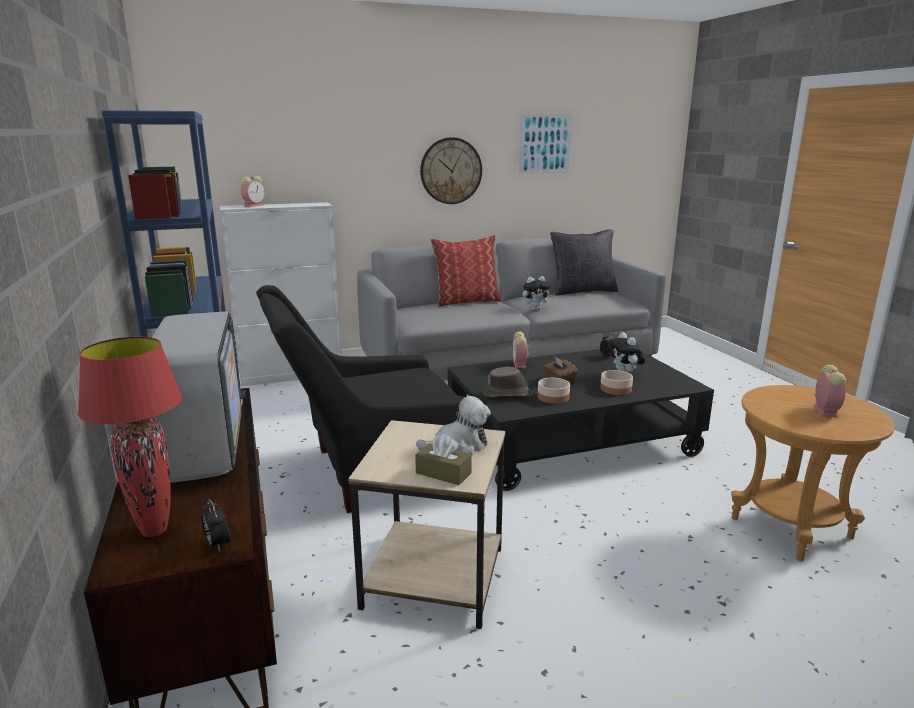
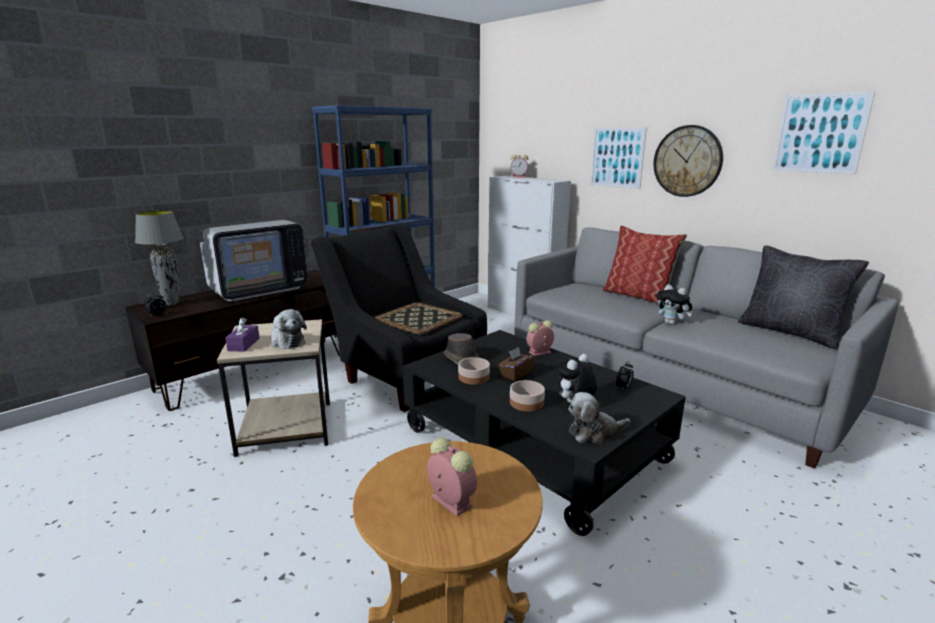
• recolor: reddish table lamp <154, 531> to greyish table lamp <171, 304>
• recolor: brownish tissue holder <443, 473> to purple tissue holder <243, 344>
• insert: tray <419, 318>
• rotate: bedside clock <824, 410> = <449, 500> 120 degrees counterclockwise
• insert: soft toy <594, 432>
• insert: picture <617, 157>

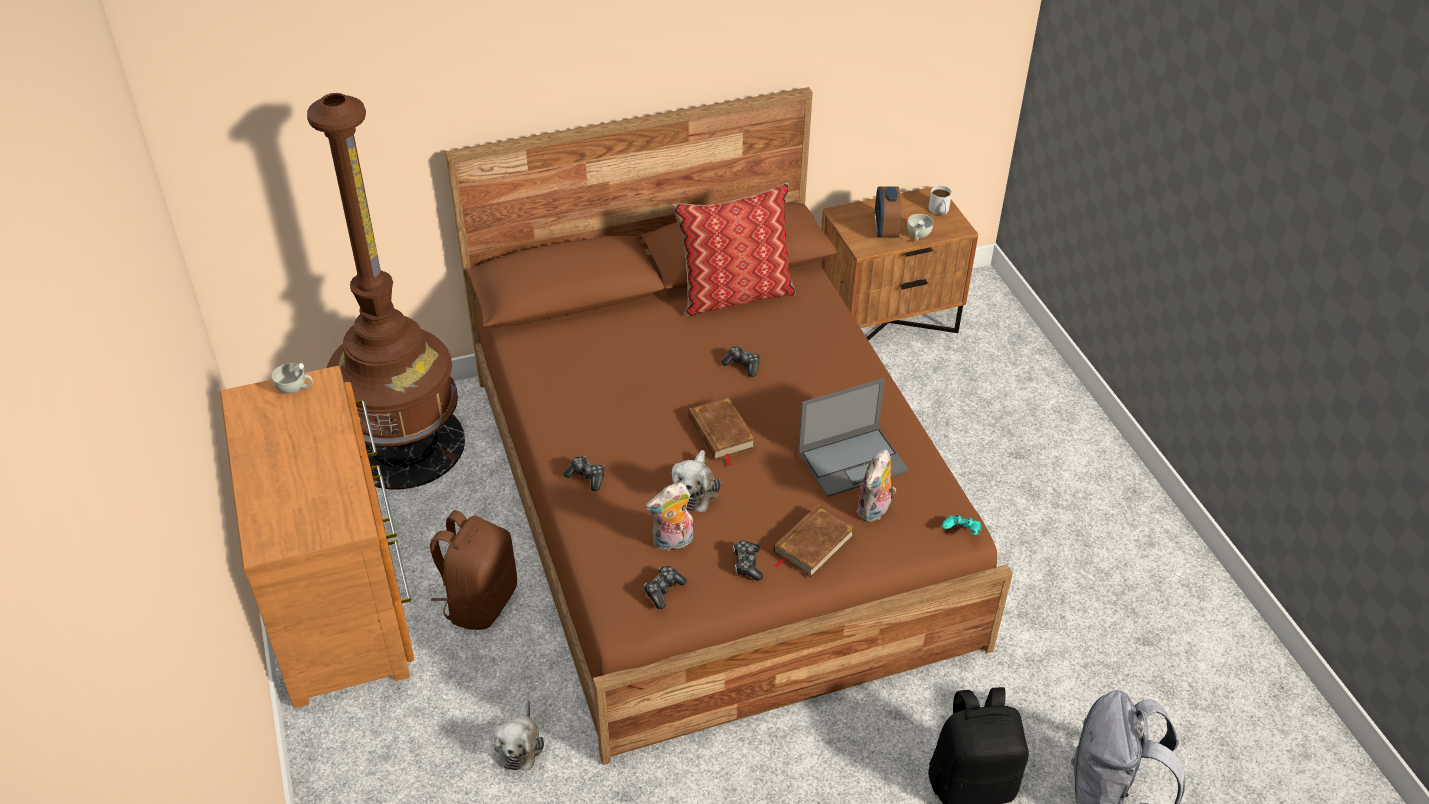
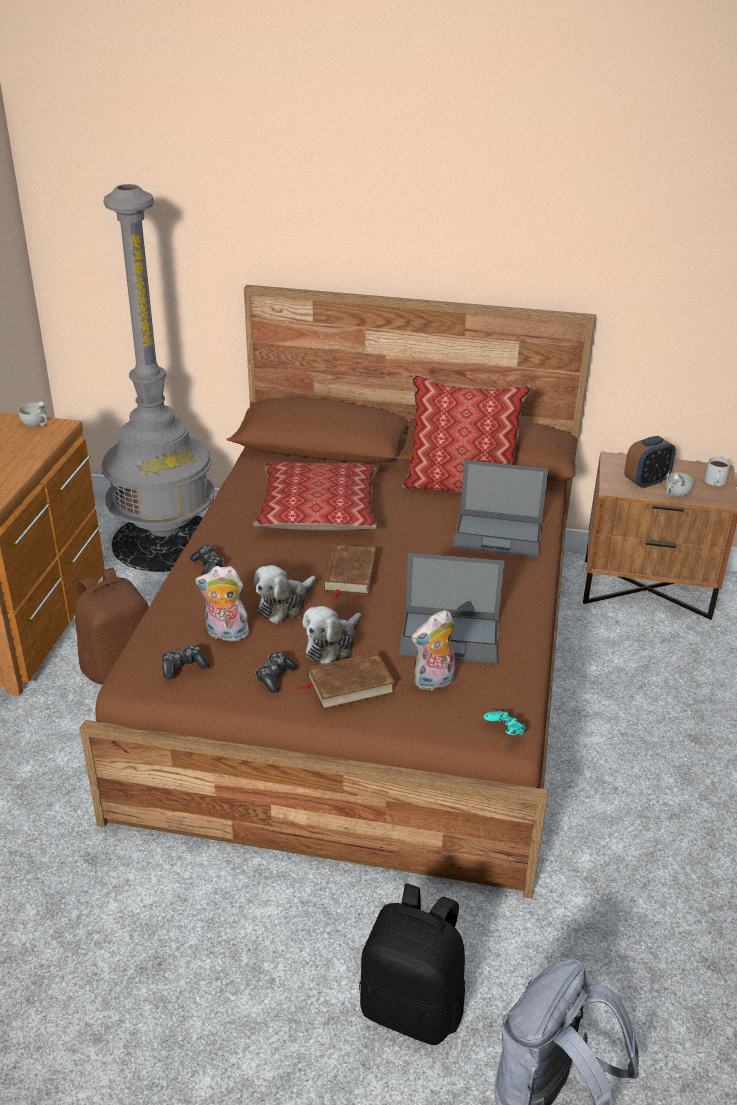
• recolor: brownish standing lamp <404, 445> to greyish standing lamp <165, 541>
• insert: throw pillow <318, 509>
• move: soft toy <519, 744> to <332, 645>
• insert: portable computer <499, 535>
• rotate: bedside clock <885, 230> = <646, 482> 150 degrees counterclockwise
• delete: joypad <742, 365>

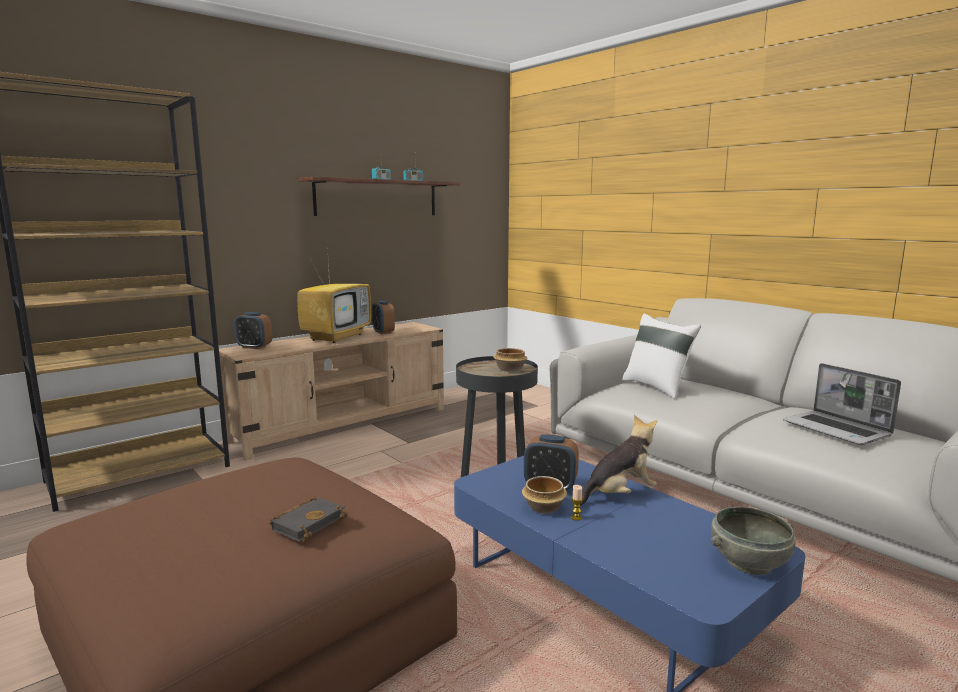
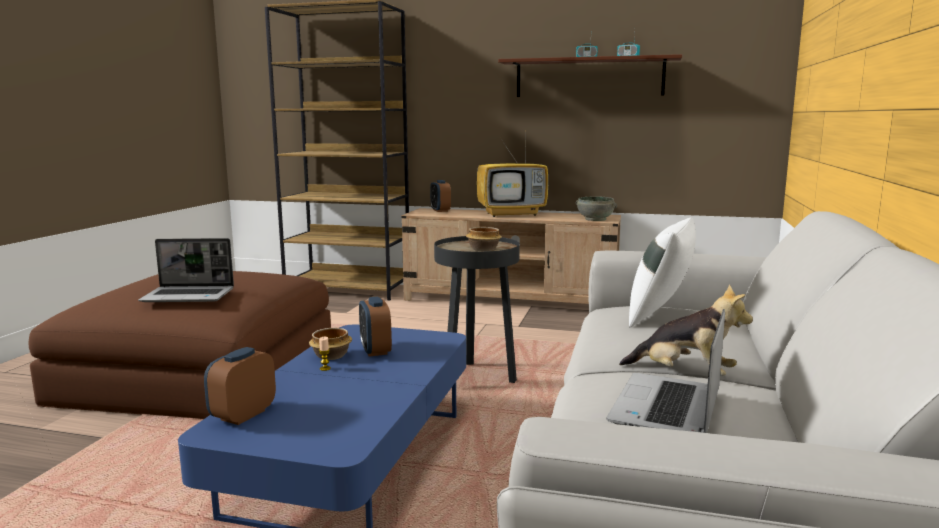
• replace: black-coloured volume <308, 522> to portable computer <189, 296>
• move: bedside clock <383, 332> to <243, 415>
• move: greyish deep dish <748, 562> to <595, 219>
• move: soft toy <619, 495> to <684, 375>

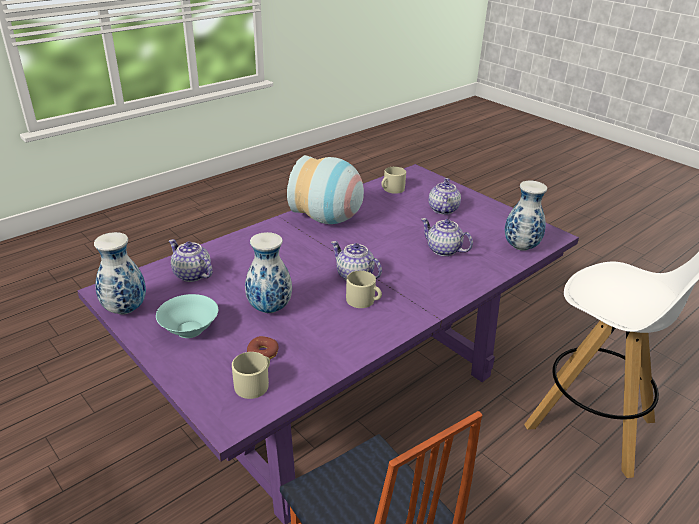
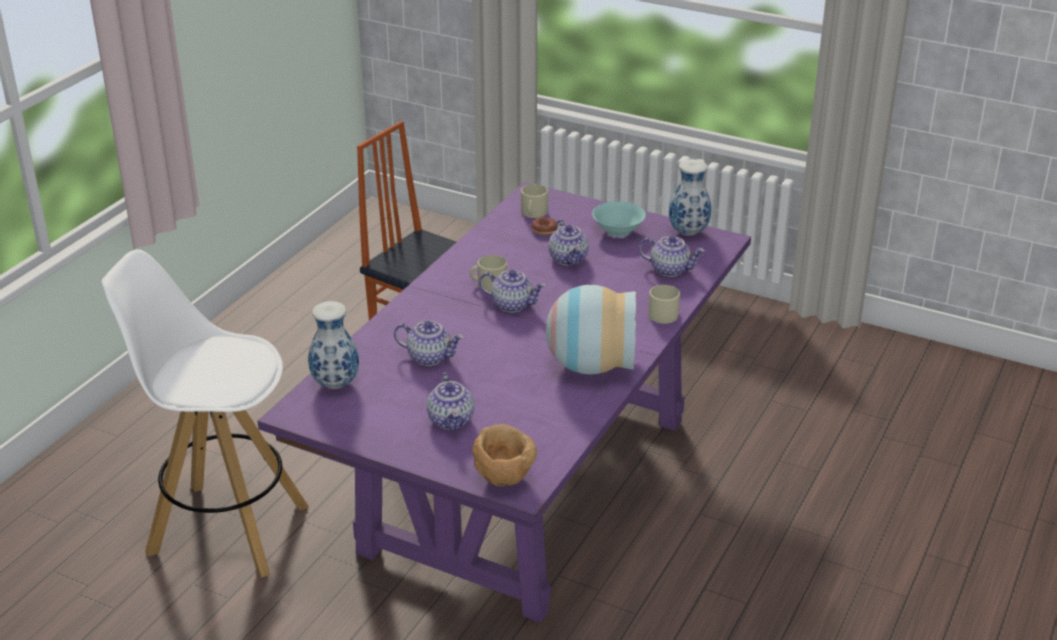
• insert: brownish deep dish <504, 478>
• replace: flower vase <269, 309> to pot for tea <569, 259>
• move: beige-coloured mug <391, 189> to <665, 313>

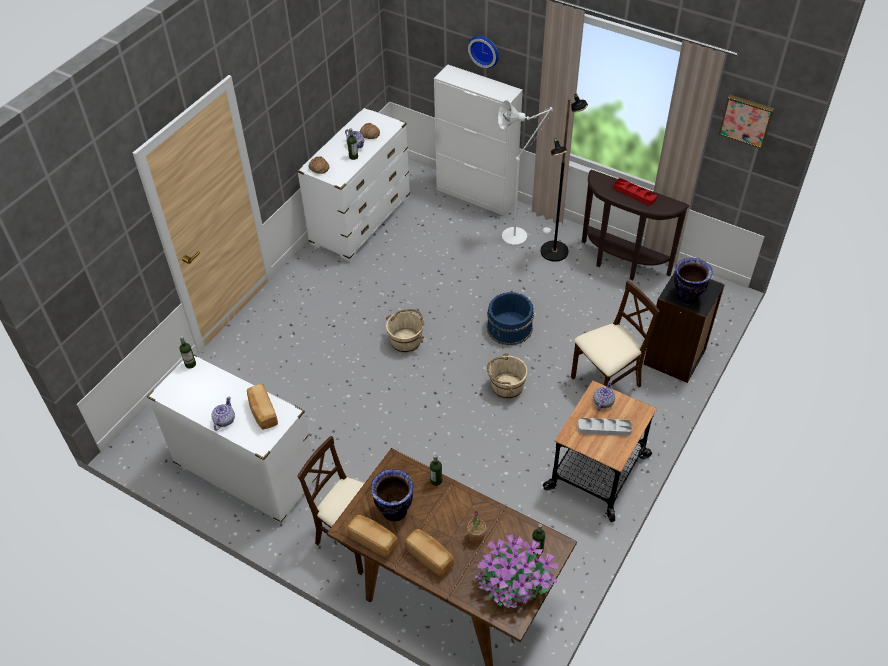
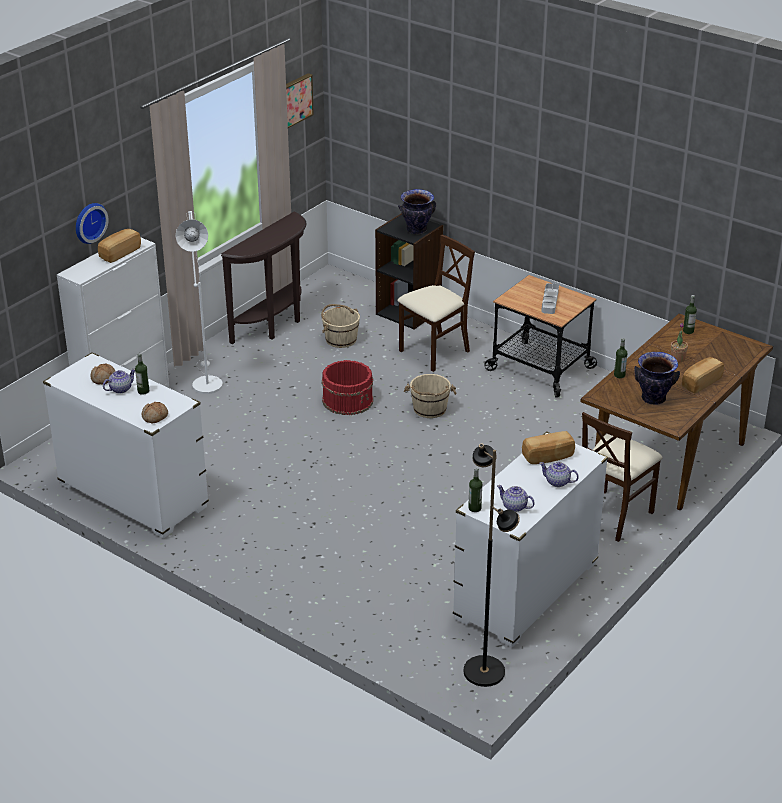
• move: bakery bread <373, 540> to <119, 253>
• move: beige-coloured water bucket <406, 341> to <340, 339>
• recolor: blue-coloured water bucket <510, 328> to reddish water bucket <348, 400>
• rotate: beige-coloured upright chair <606, 383> = <434, 352> 75 degrees clockwise
• move: black-coloured standing lamp <555, 252> to <484, 671>
• move: pot for tea <603, 402> to <514, 507>
• delete: potted plant <514, 583>
• delete: reddish tray <634, 193>

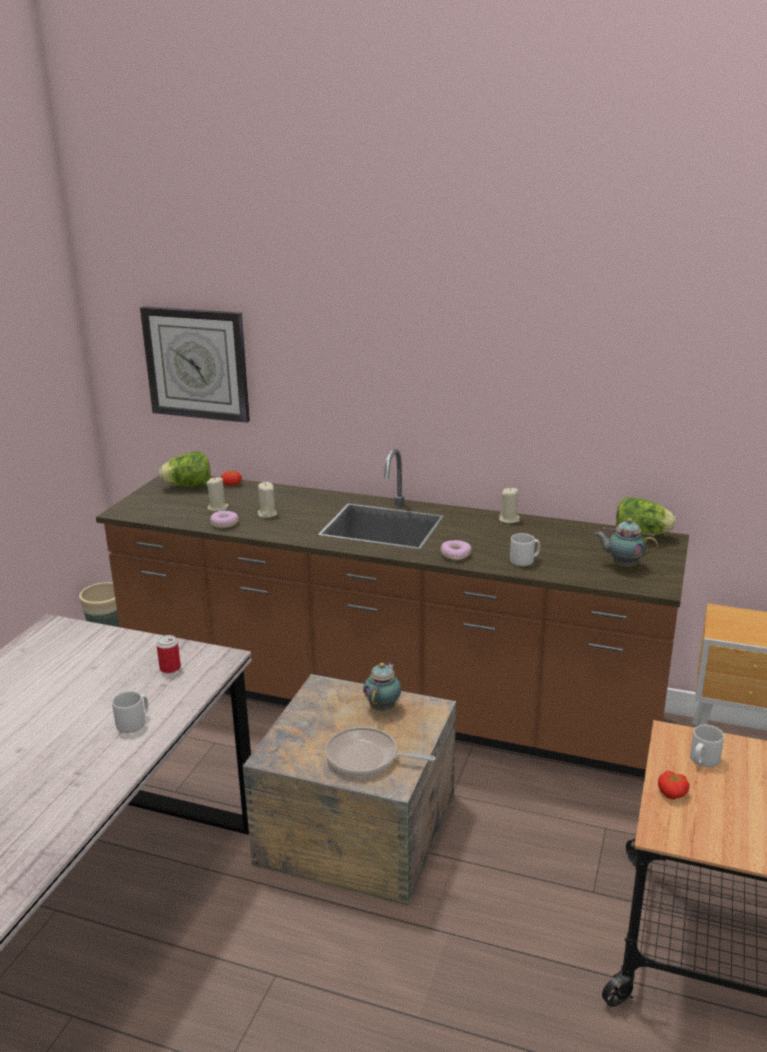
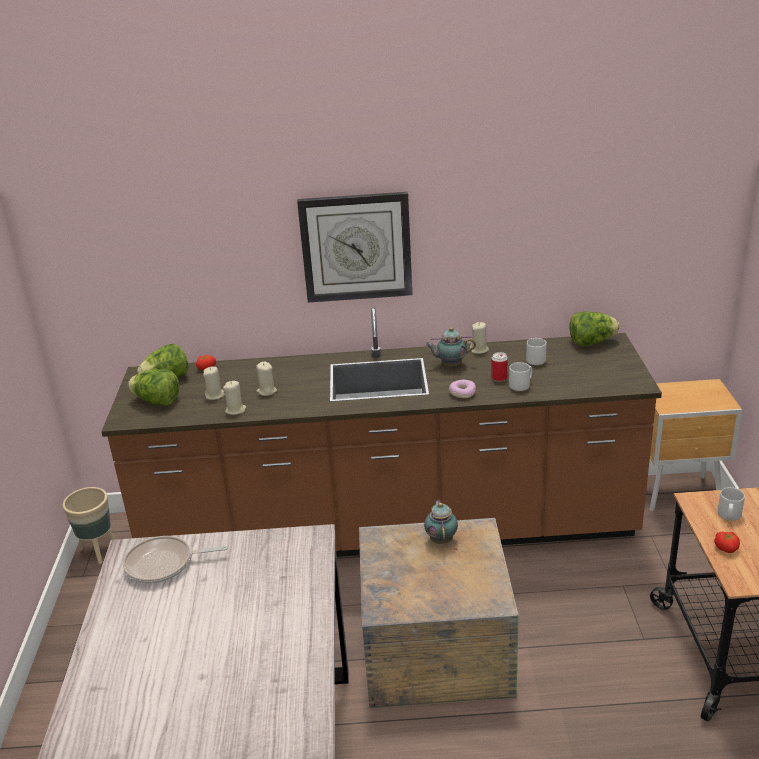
• move: pan <366, 758> to <163, 564>
• insert: lettuce head <157, 402>
• replace: ring doughnut <224, 524> to beige-coloured wax candle <235, 410>
• move: clock on the wall <197, 363> to <356, 247>
• move: pot for tea <622, 565> to <450, 365>
• move: can <170, 668> to <499, 378>
• move: greyish mug <134, 723> to <536, 359>

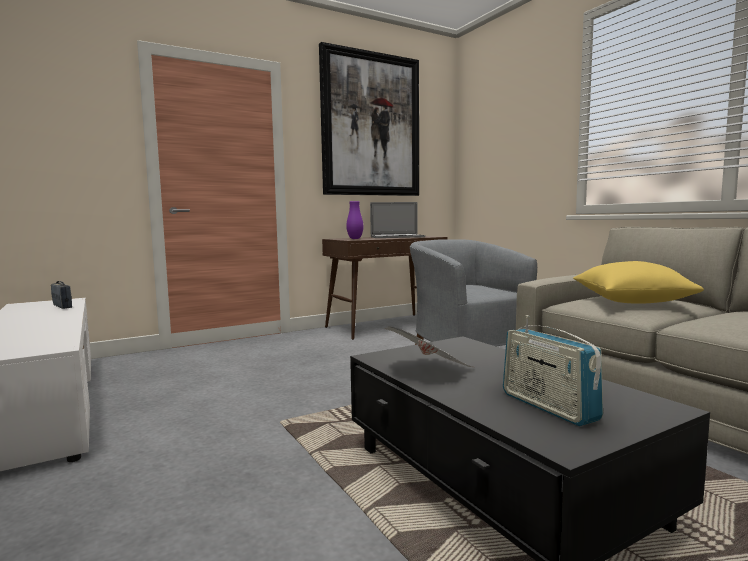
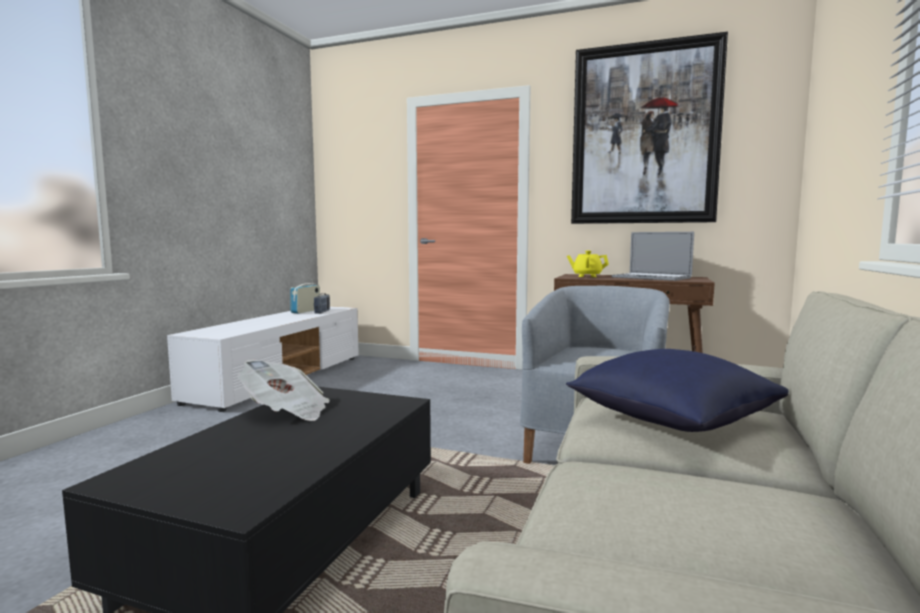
• move: radio set <548, 407> to <306, 311>
• recolor: yellowish throw pillow <631, 302> to blue-coloured throw pillow <671, 419>
• replace: purple flower vase <355, 238> to yellowish pot for tea <587, 276>

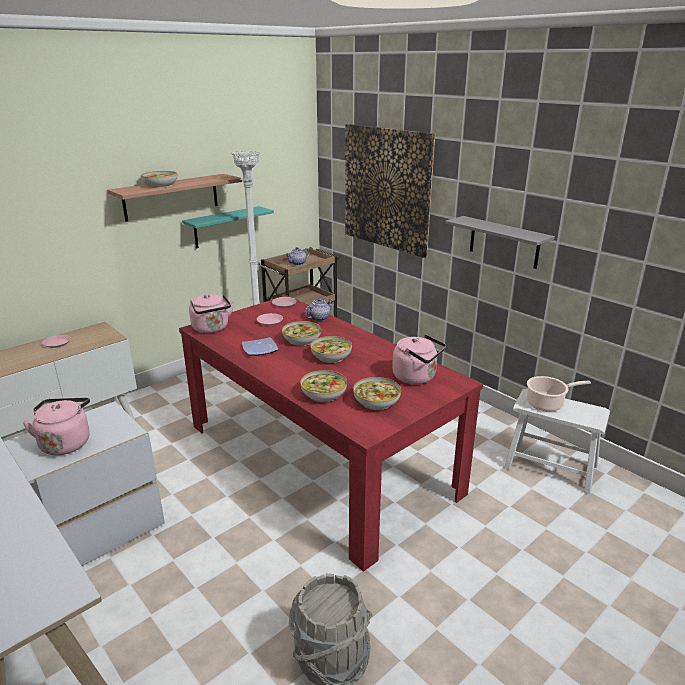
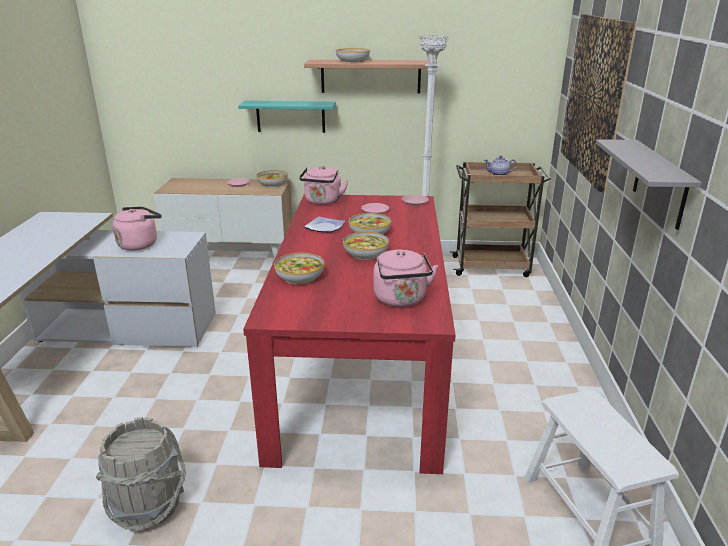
• move: blue-green shelf <223, 227> to <290, 116>
• move: deep dish <376, 401> to <272, 184>
• delete: pot for tea <318, 318>
• delete: cooking pot <547, 403>

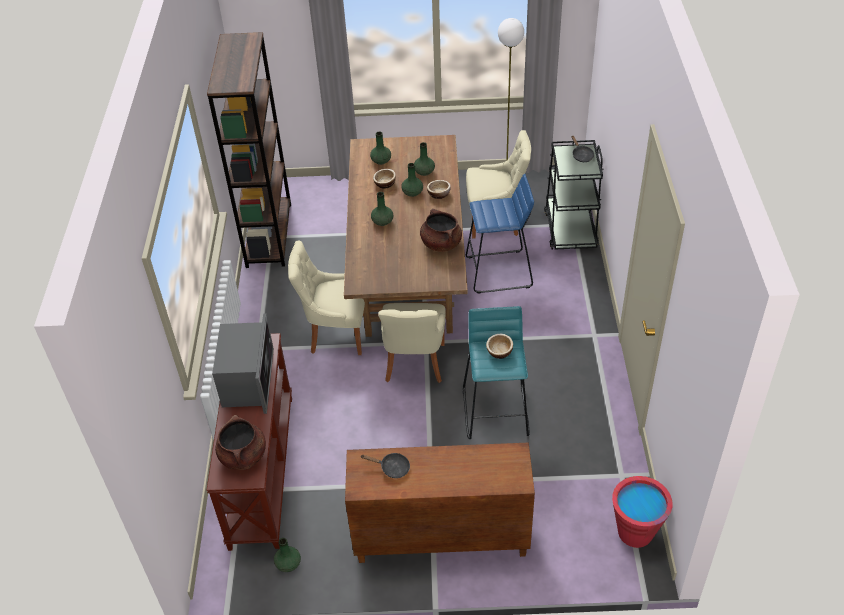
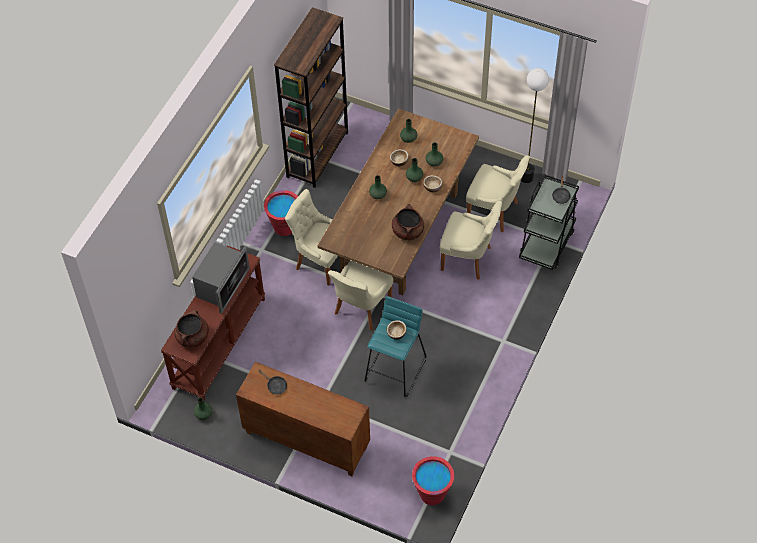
• insert: reddish water bucket <284, 227>
• replace: blue-coloured sitting stool <499, 272> to beige-coloured upright chair <468, 259>

